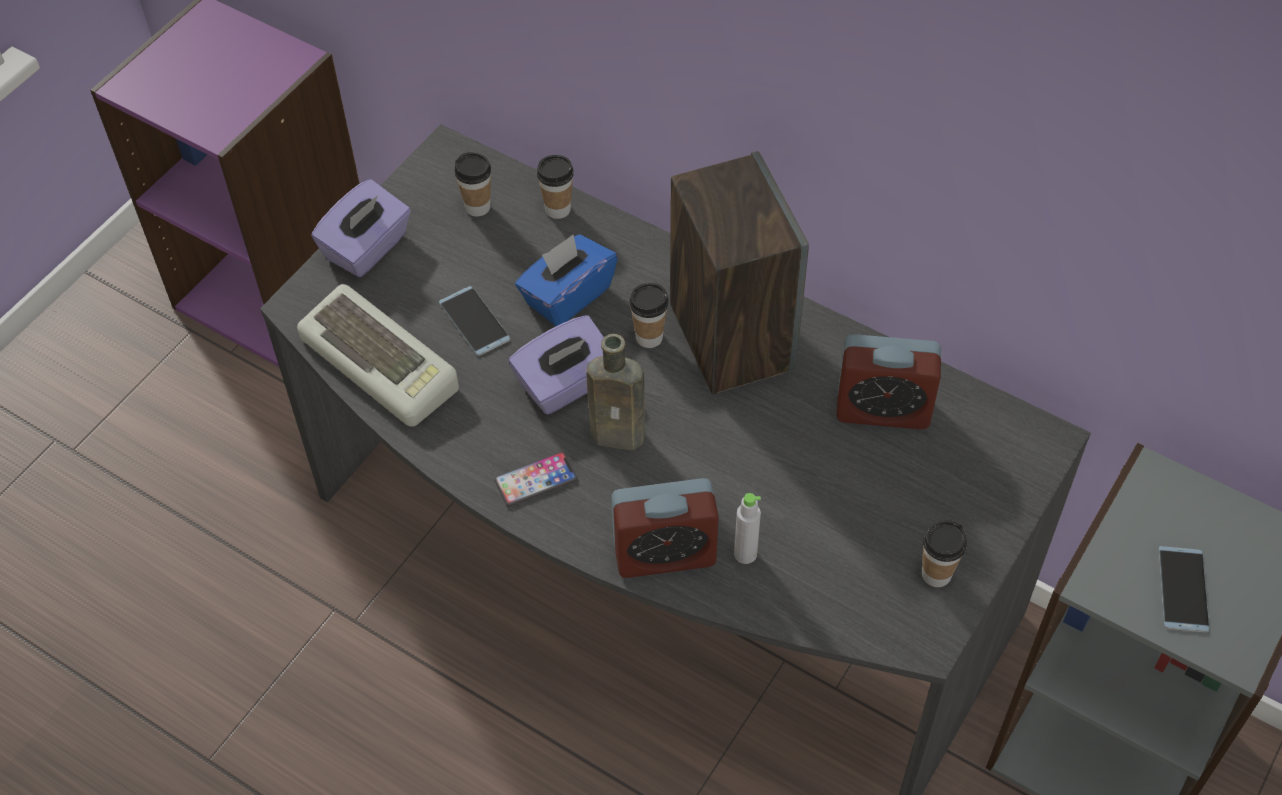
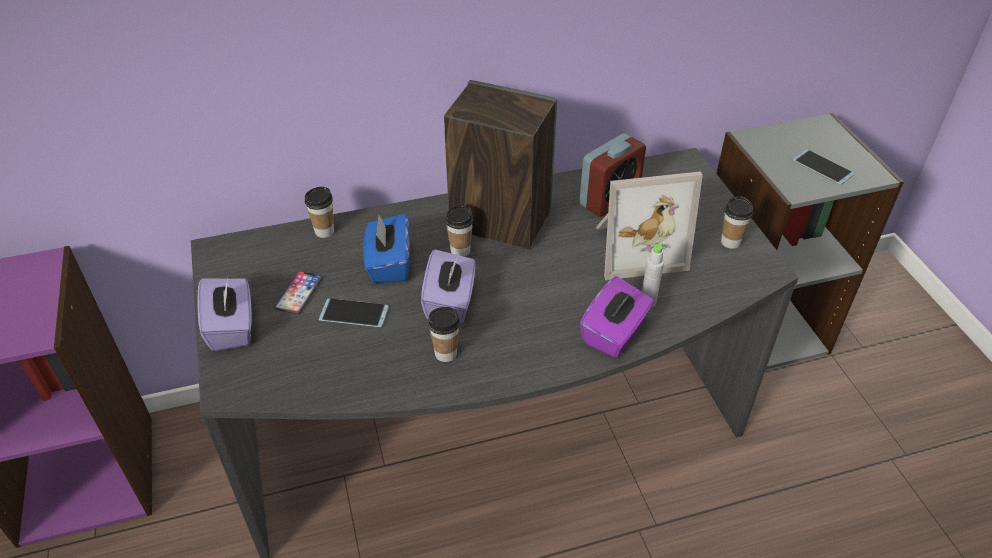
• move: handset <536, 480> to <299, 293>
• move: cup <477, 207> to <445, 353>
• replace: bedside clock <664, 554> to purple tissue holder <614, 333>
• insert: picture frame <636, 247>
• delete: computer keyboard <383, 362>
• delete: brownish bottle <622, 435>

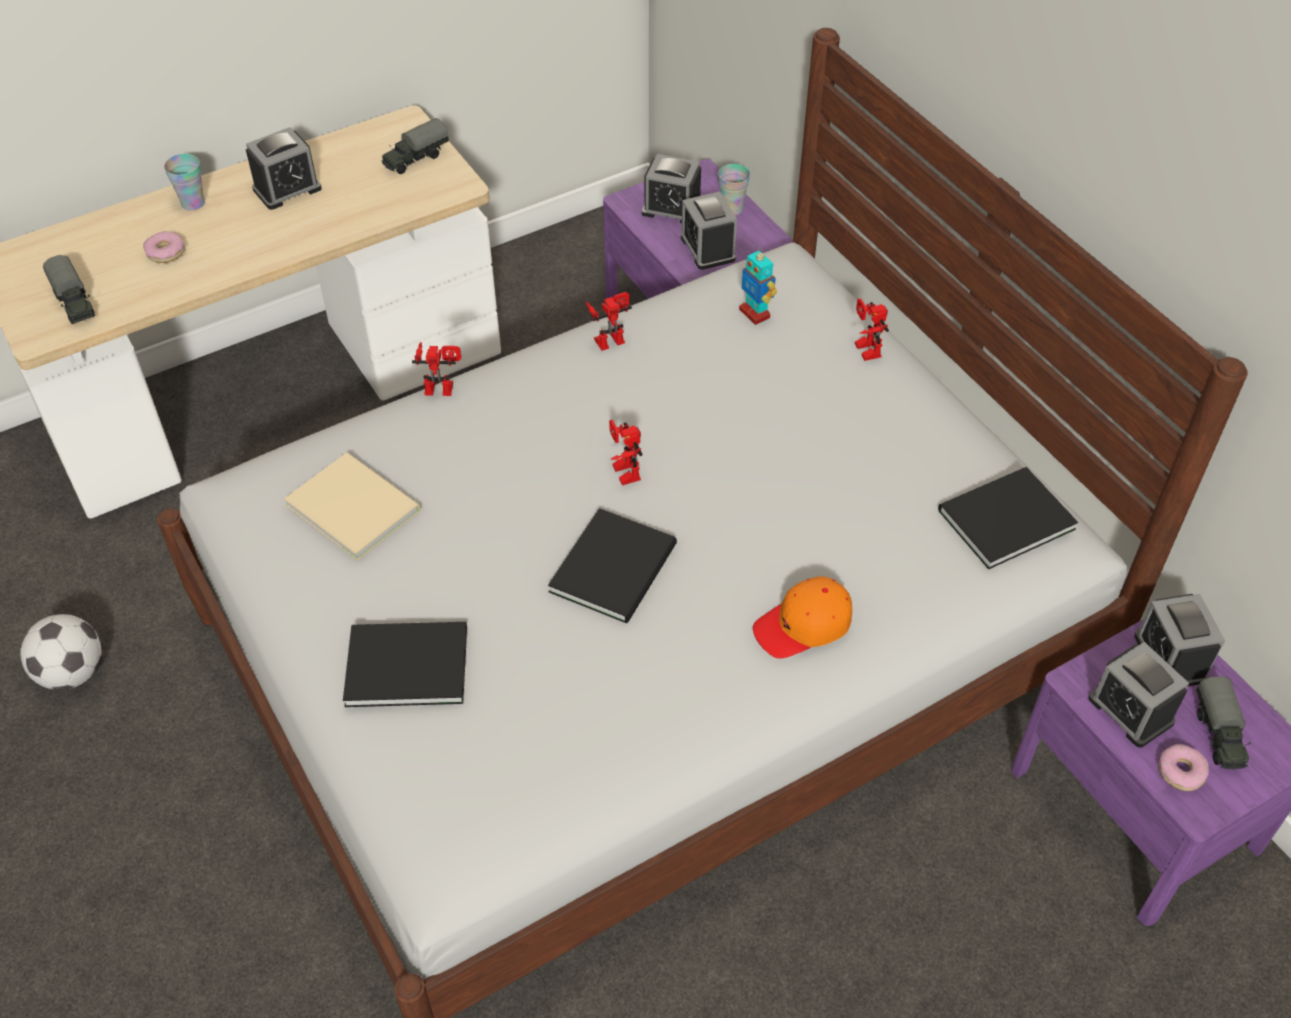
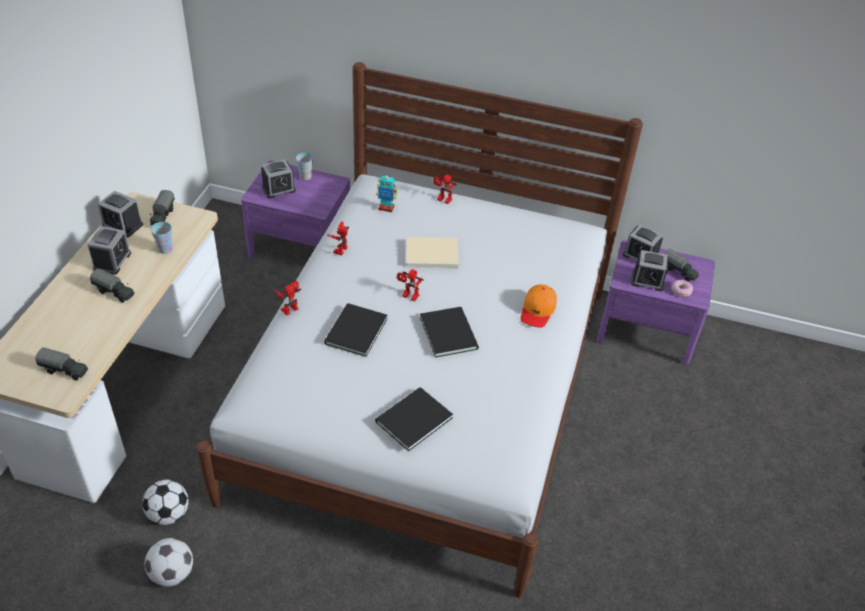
• insert: toy lorry <115, 292>
• move: bedside clock <707, 248> to <122, 225>
• insert: ball for football <168, 514>
• move: cup <193, 203> to <165, 249>
• move: black-coloured volume <1001, 519> to <354, 332>
• move: beige-coloured volume <353, 504> to <430, 253>
• delete: ring doughnut <166, 252>

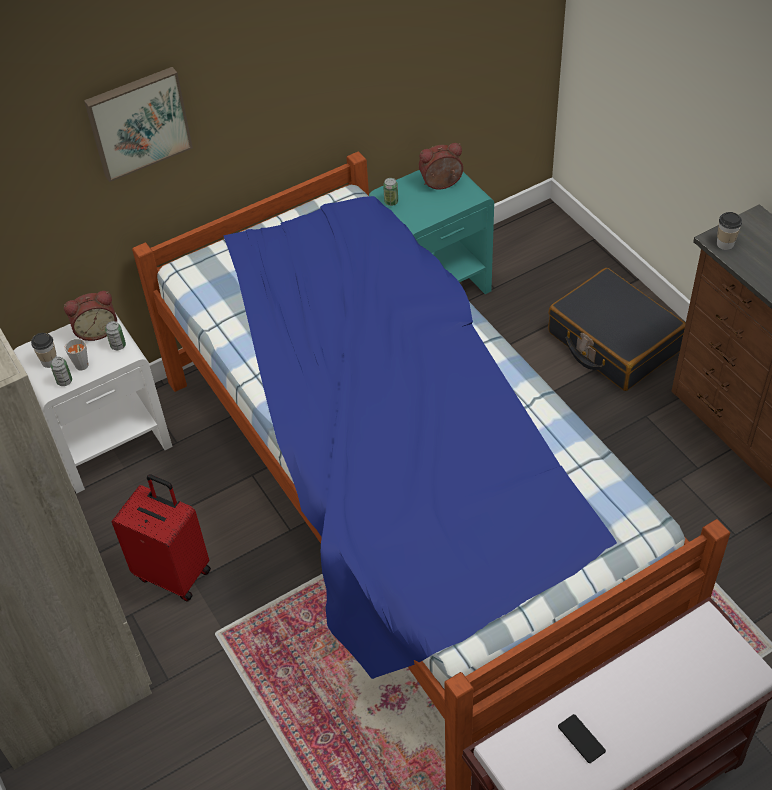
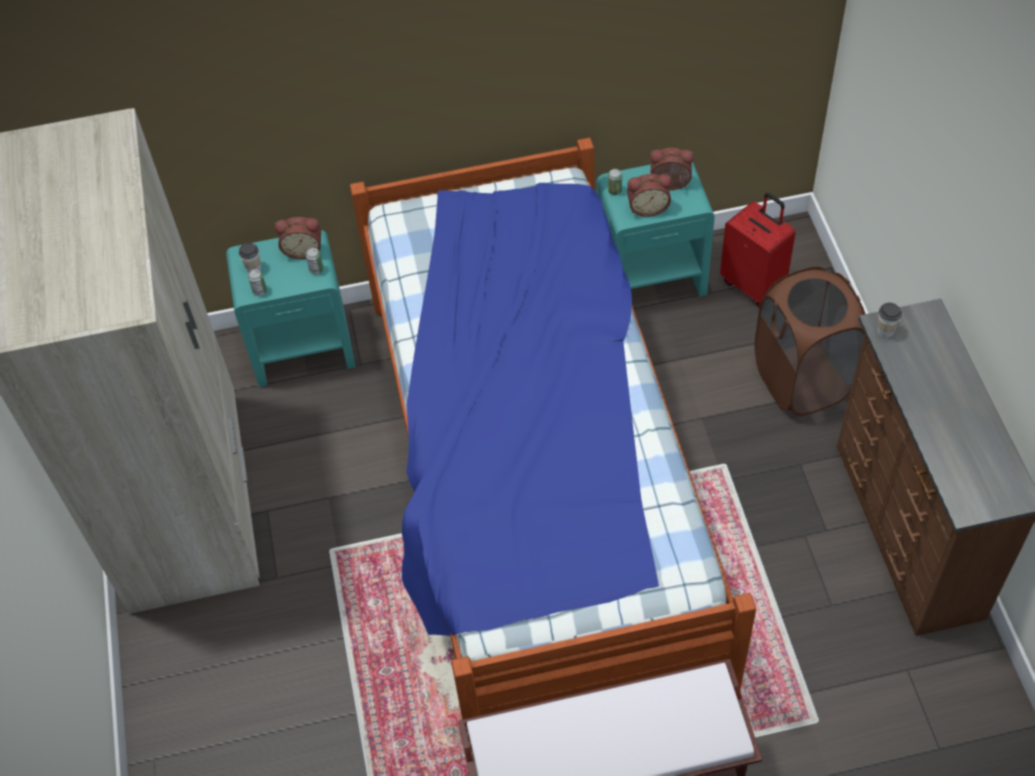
• recolor: whitish nightstand <110, 443> to blue-green nightstand <303, 347>
• insert: bedside clock <647, 207>
• move: reddish suitcase <174, 573> to <754, 284>
• replace: black-coloured suitcase <613, 342> to brownish hamper <802, 380>
• delete: greyish cup <82, 367>
• delete: picture <138, 122>
• delete: handset <581, 739>

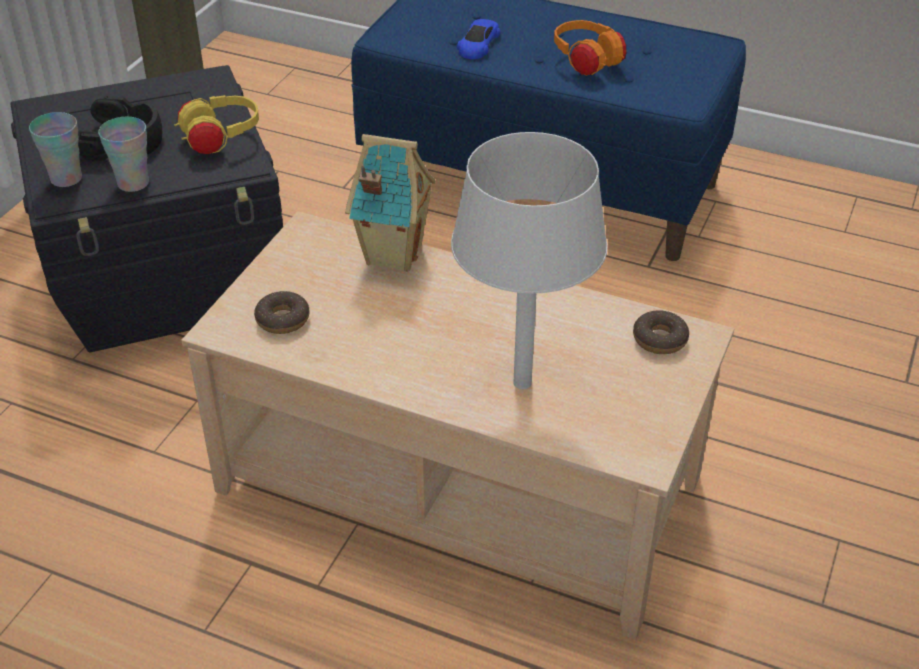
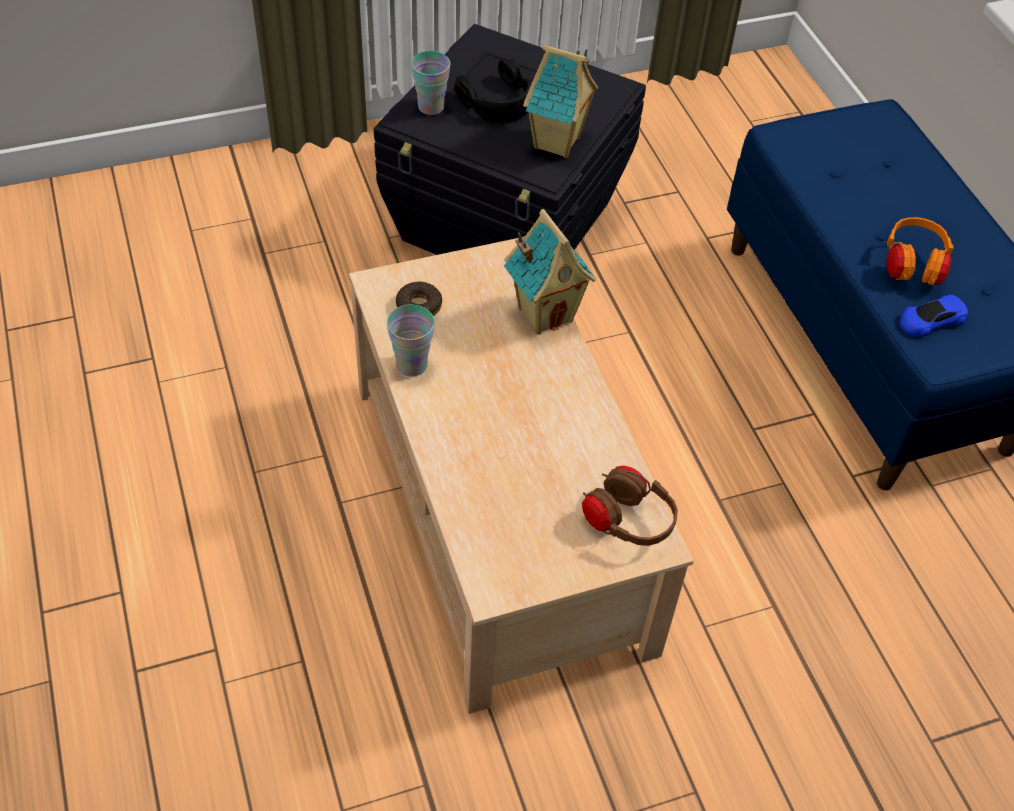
• move: cup <133, 183> to <411, 365>
• replace: yellowish pair of headphones <220, 140> to model house <558, 143>
• replace: ring doughnut <660, 339> to brownish pair of headphones <627, 522>
• move: blue-coloured miniature car <478, 44> to <931, 320>
• delete: greyish table lamp <522, 382>

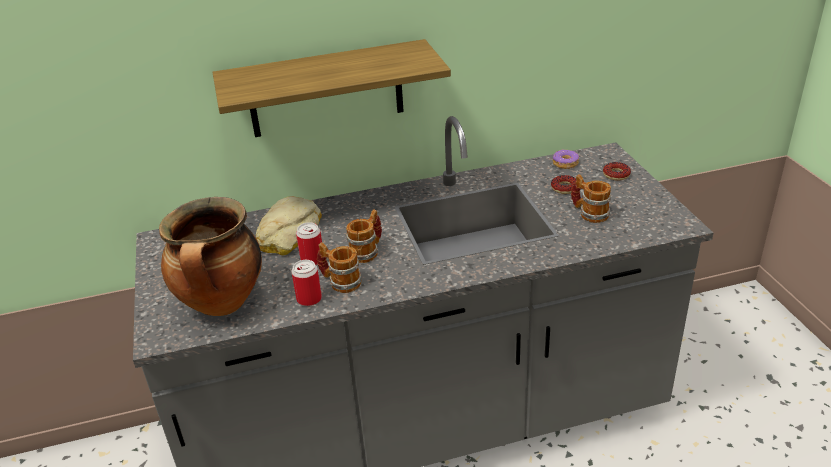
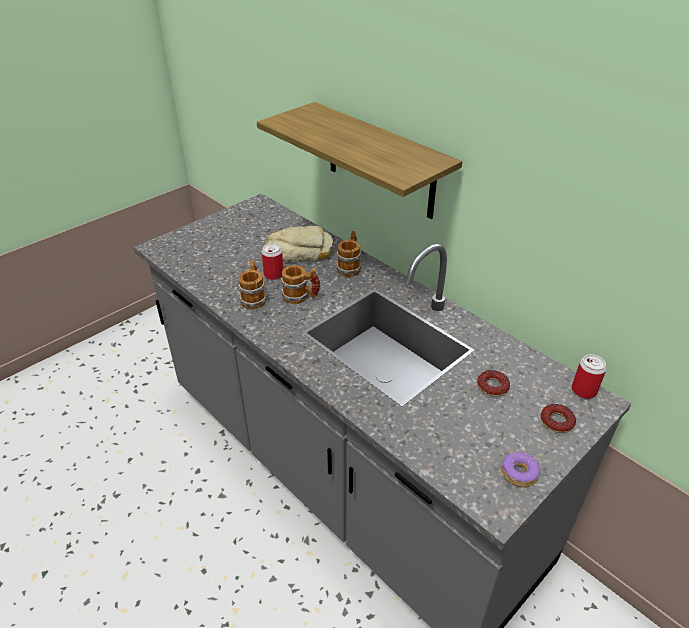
• move: mug <589, 213> to <350, 266>
• move: ring doughnut <565, 163> to <518, 473>
• move: can <309, 299> to <583, 390>
• delete: cooking pot <223, 304>

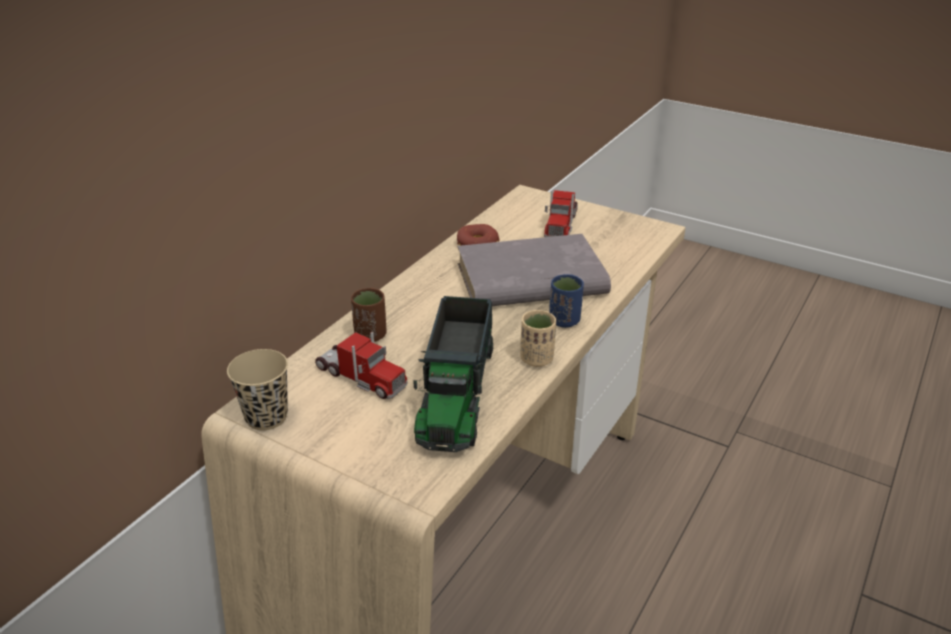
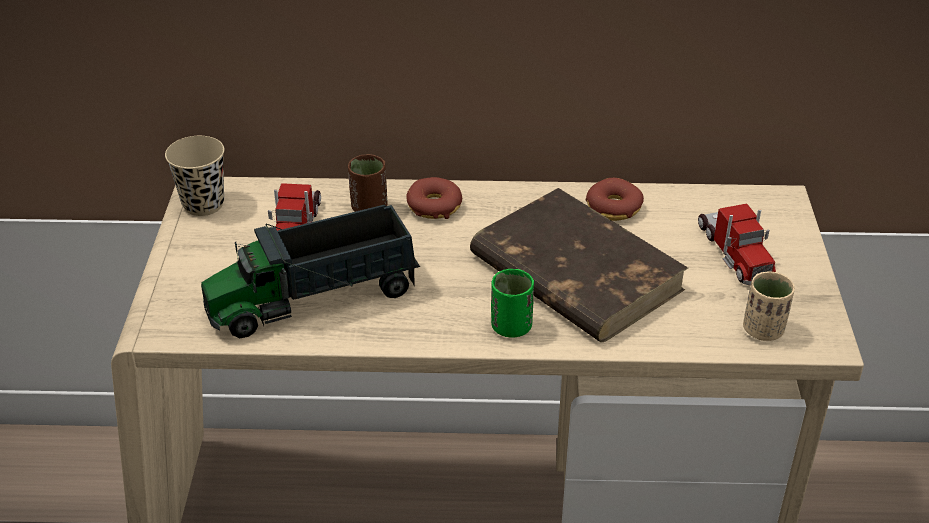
• insert: ring doughnut <434, 206>
• recolor: greyish volume <529, 280> to brownish volume <574, 272>
• recolor: blue-coloured cup <564, 321> to greenish cup <511, 327>
• rotate: toy lorry <561, 225> = <734, 253> 90 degrees counterclockwise
• move: beige-coloured cup <536, 359> to <763, 330>

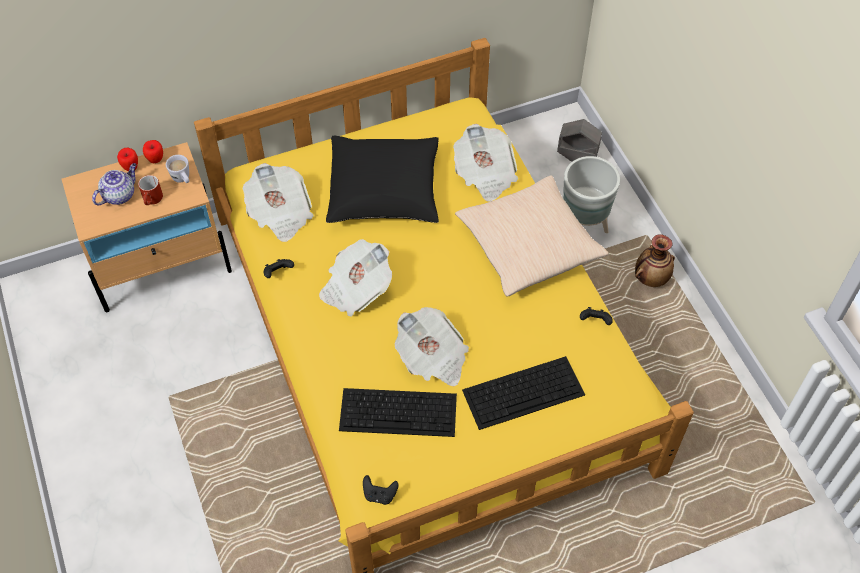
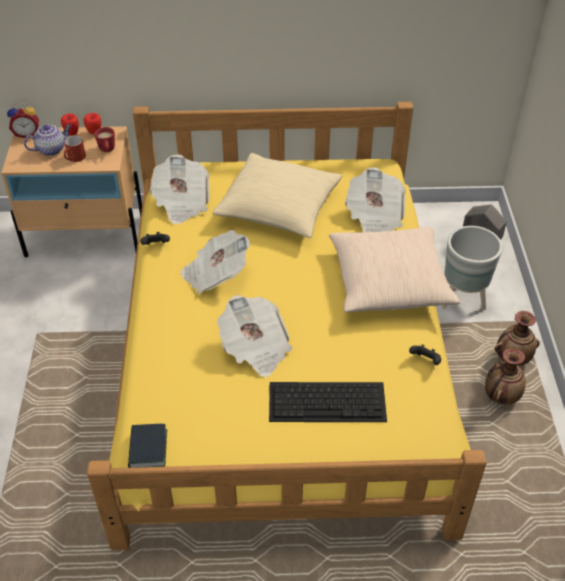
• insert: bedside clock <27, 134>
• recolor: whitish mug <182, 179> to reddish mug <107, 150>
• replace: black-coloured joypad <379, 495> to volume <148, 449>
• recolor: black-coloured throw pillow <384, 190> to beige-coloured throw pillow <279, 207>
• insert: flower vase <500, 396>
• delete: computer keyboard <399, 412>

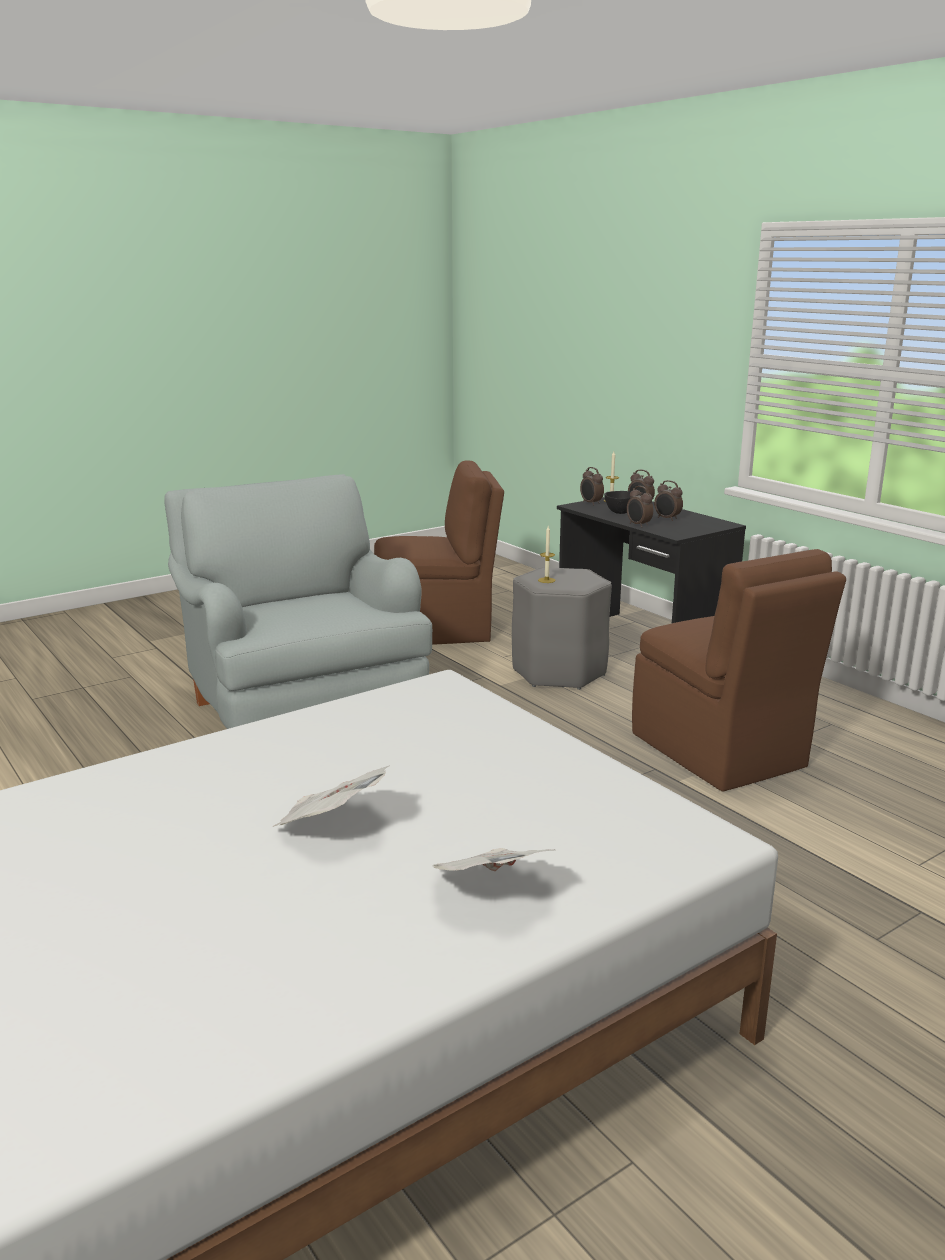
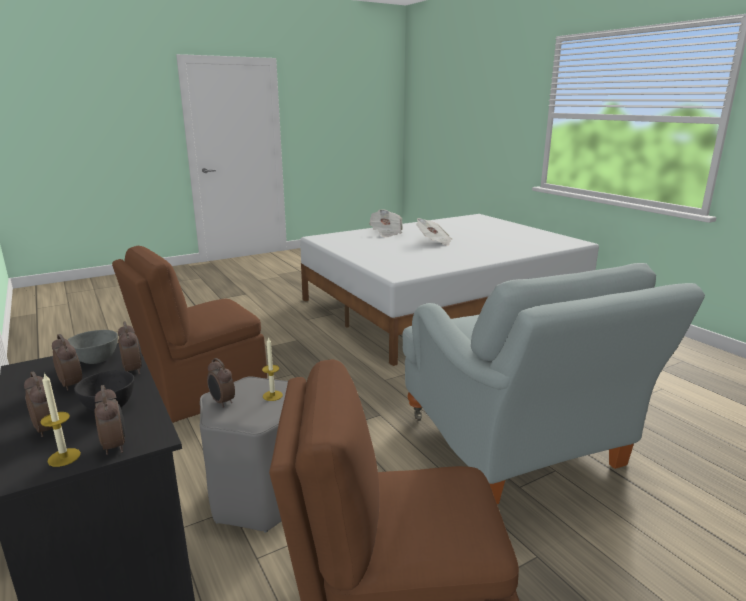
• insert: greyish deep dish <95, 360>
• rotate: brownish upright chair <719, 752> = <203, 392> 105 degrees counterclockwise
• insert: bedside clock <222, 402>

